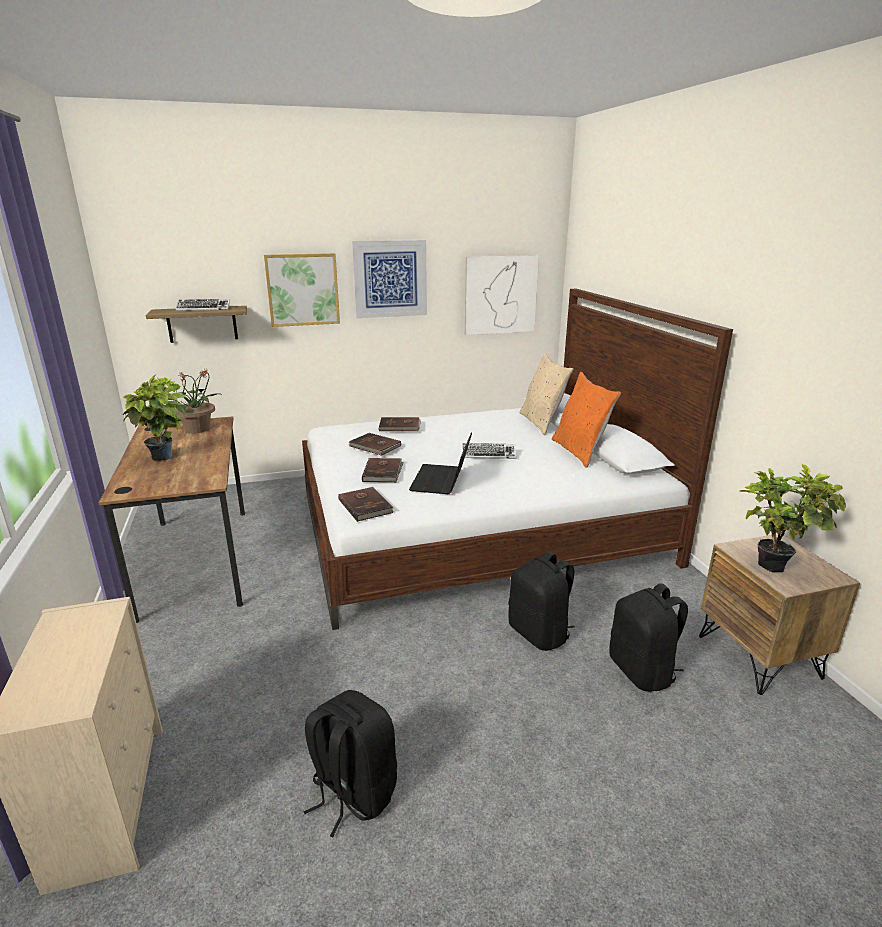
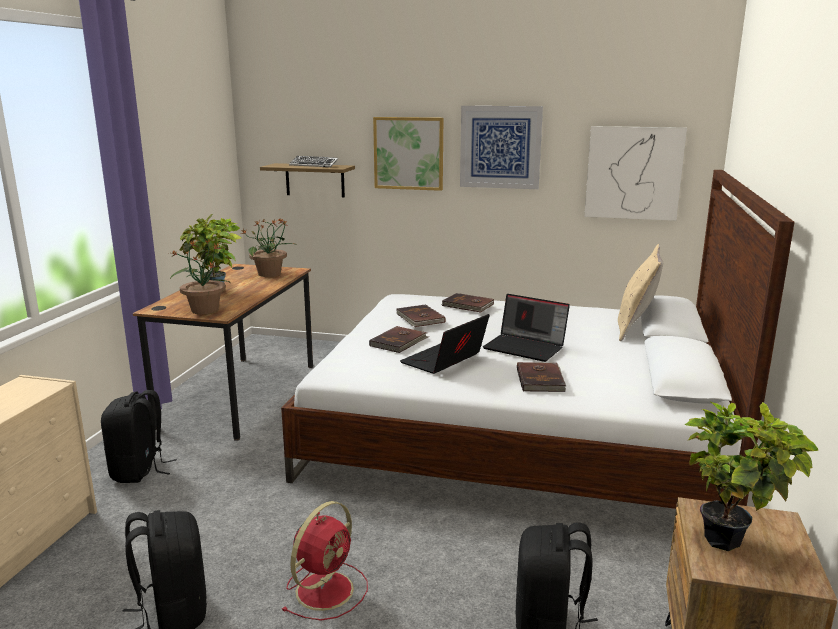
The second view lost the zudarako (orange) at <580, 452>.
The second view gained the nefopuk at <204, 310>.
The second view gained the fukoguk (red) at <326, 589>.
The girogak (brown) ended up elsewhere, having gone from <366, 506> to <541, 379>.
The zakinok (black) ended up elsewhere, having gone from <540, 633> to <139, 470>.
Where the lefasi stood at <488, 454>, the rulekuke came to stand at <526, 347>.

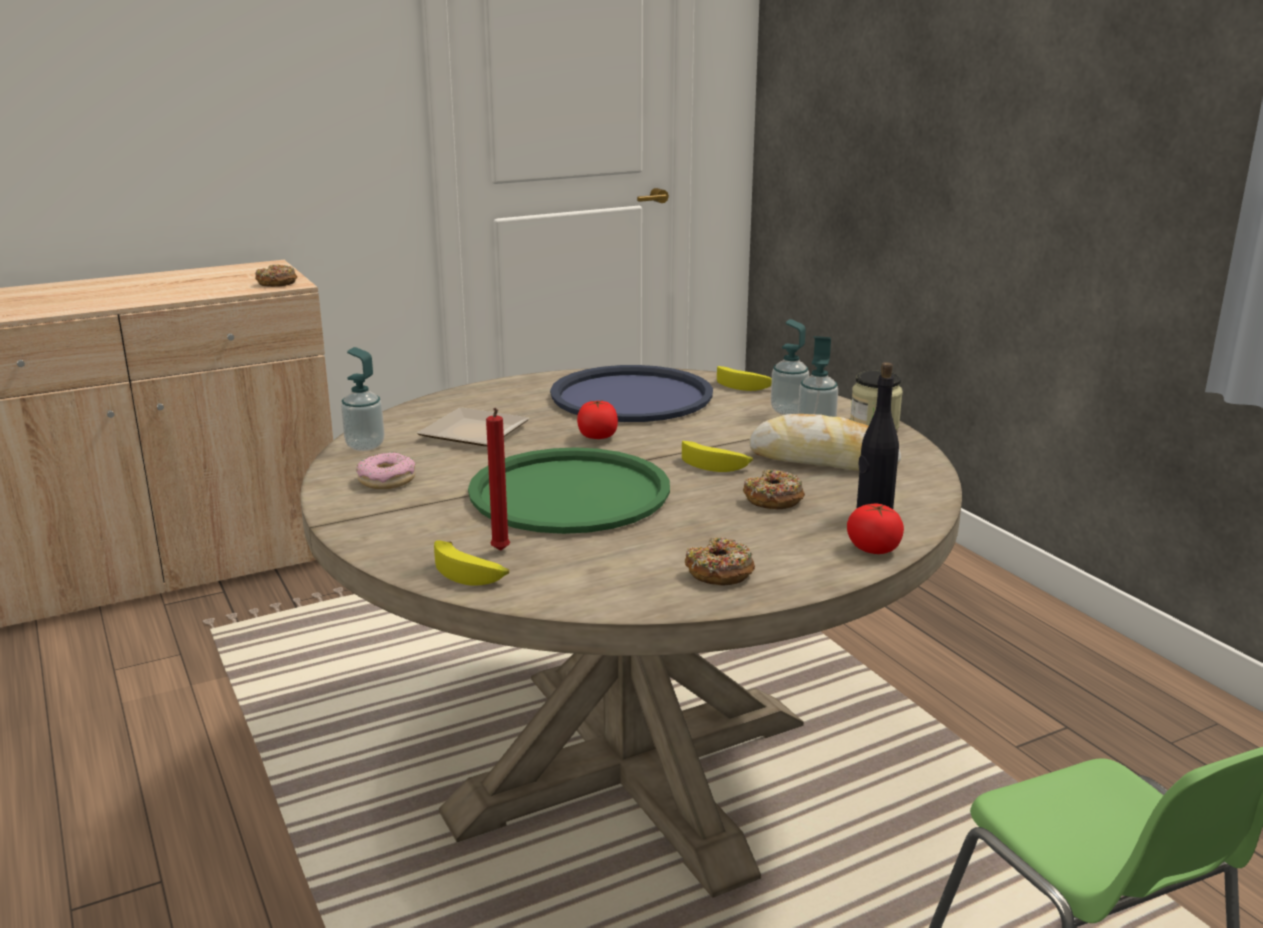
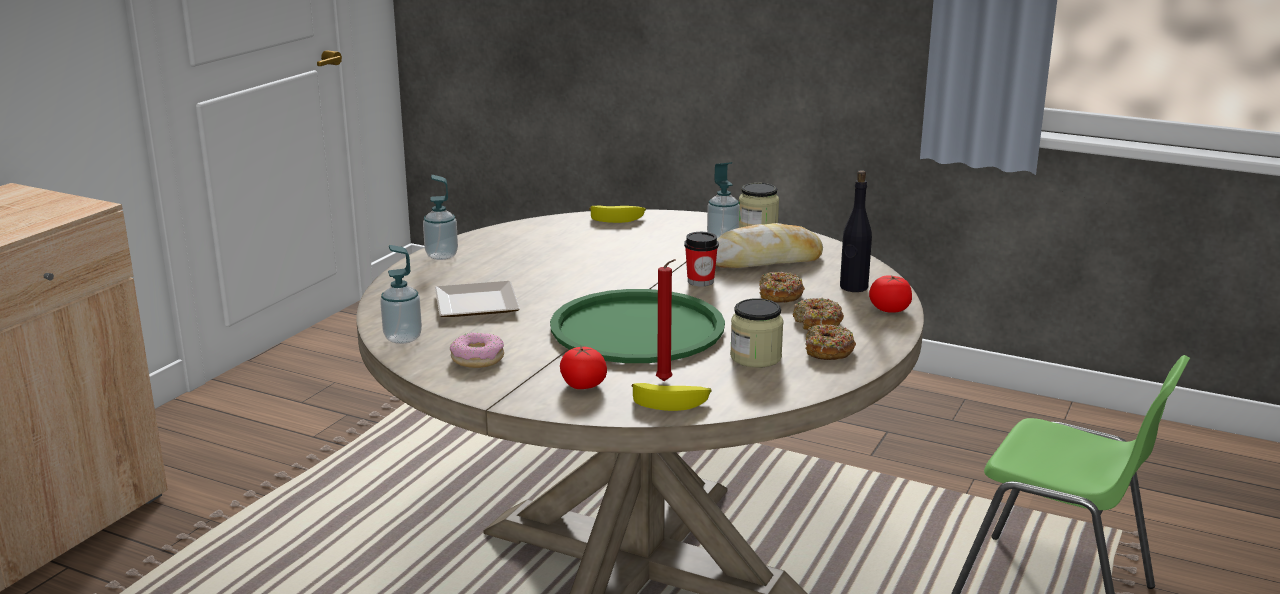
The second view lost the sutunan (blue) at <631, 396>.
The second view gained the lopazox at <755, 357>.
The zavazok ended up elsewhere, having gone from <277, 283> to <817, 323>.
The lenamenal ended up elsewhere, having gone from <597, 437> to <583, 385>.
The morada ended up elsewhere, having gone from <788, 411> to <441, 256>.
Where the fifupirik stood at <715, 464>, the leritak came to stand at <700, 281>.

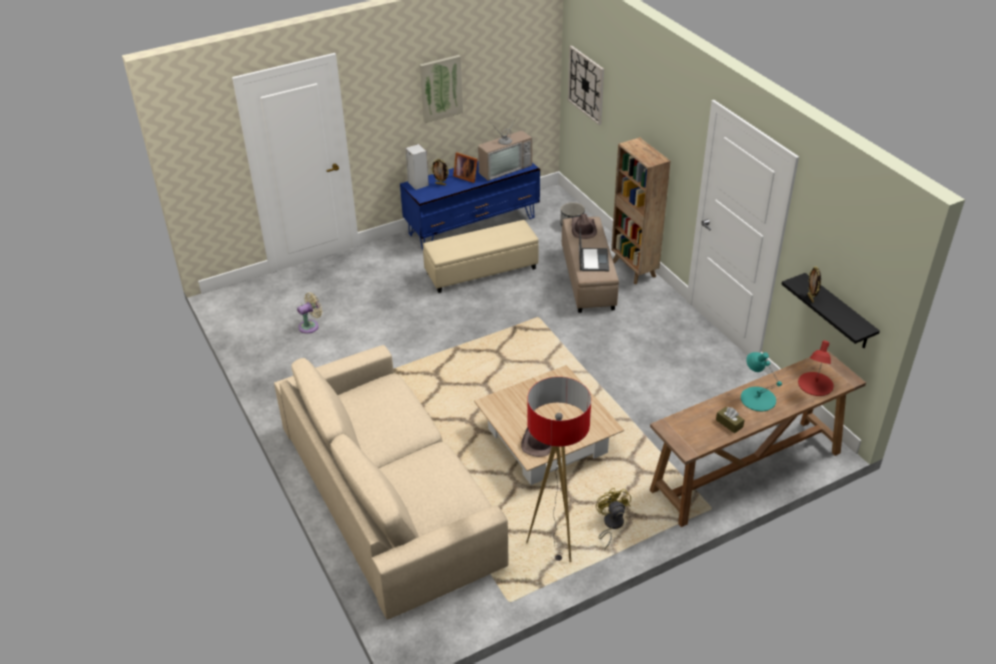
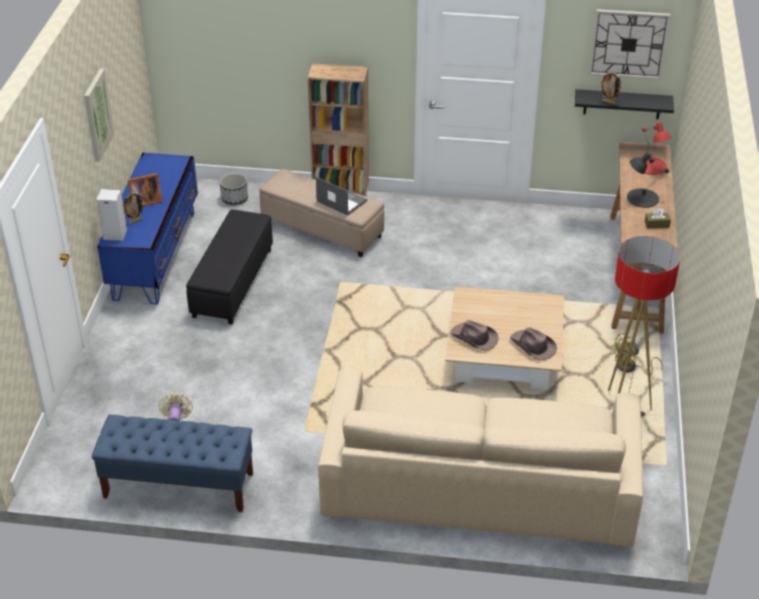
The second view lost the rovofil at <503, 167>.
The second view gained the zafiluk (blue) at <178, 485>.
The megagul ended up elsewhere, having gone from <586, 84> to <628, 44>.
The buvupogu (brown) ended up elsewhere, having gone from <583, 229> to <474, 338>.
What was the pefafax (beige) at <481, 270> turned into the pefafax (black) at <232, 282>.
What was the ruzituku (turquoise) at <758, 398> turned into the ruzituku (black) at <642, 198>.
The fukoguk (yellow) at <611, 525> ended up facing another way, 45 degrees counterclockwise from before.

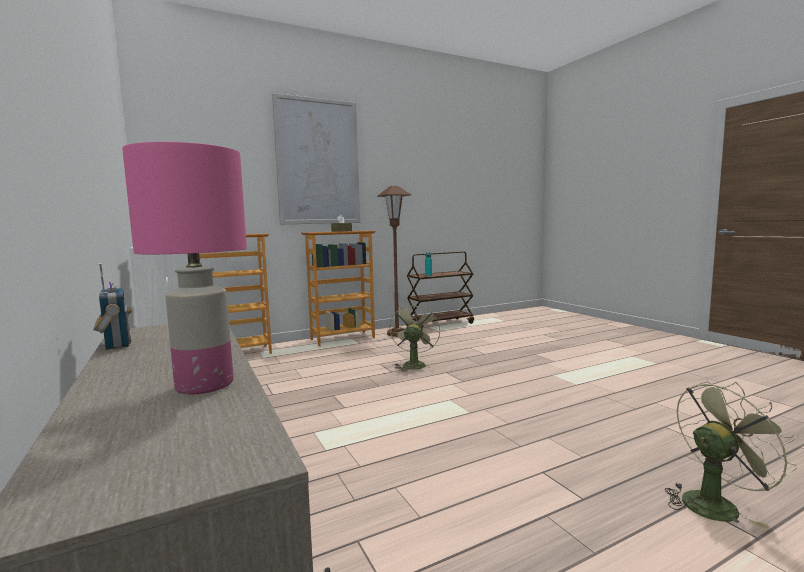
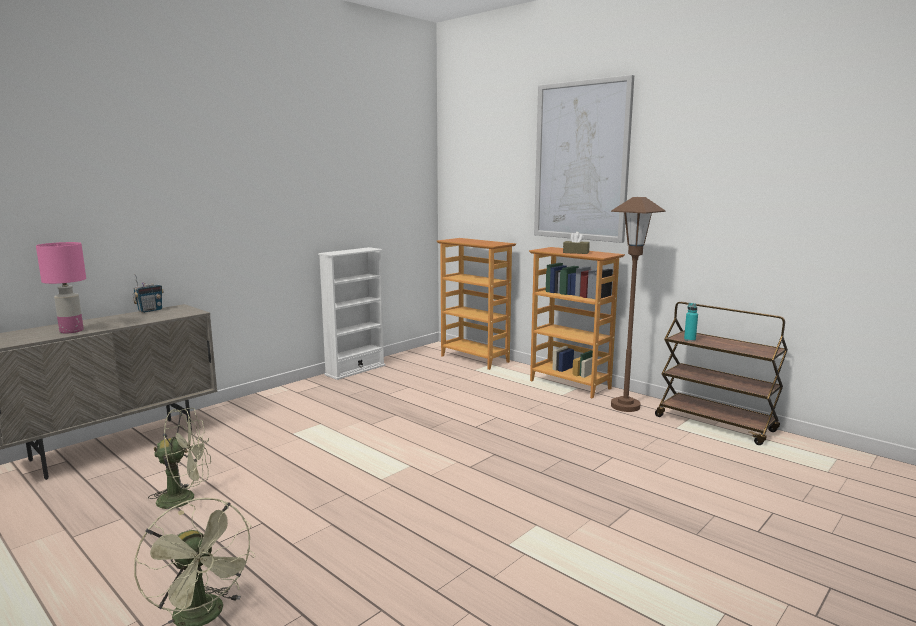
The fukoguk (green) ended up elsewhere, having gone from <413, 364> to <185, 498>.

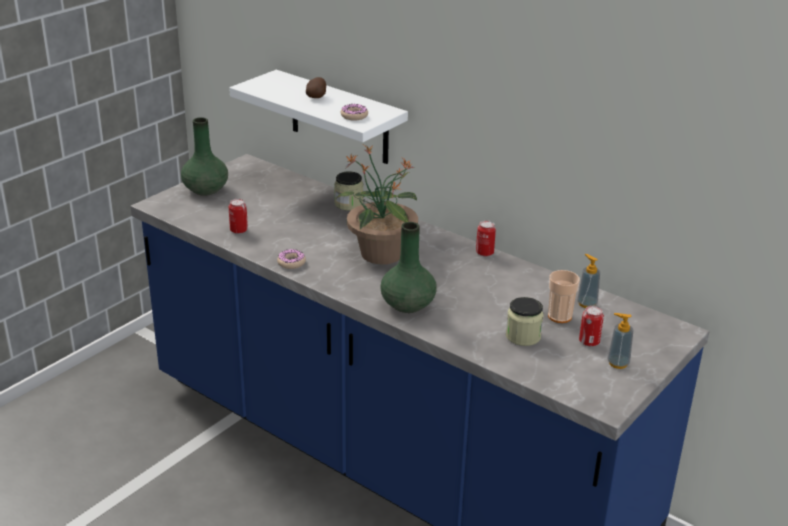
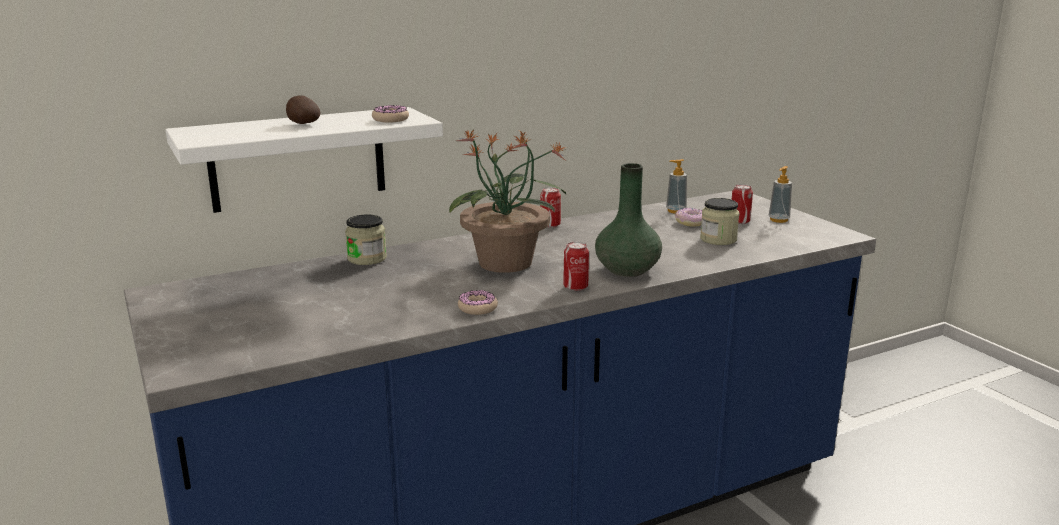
The second view lost the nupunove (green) at <205, 189>.
The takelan ended up elsewhere, having gone from <239, 230> to <575, 287>.
Where the leritak stood at <559, 316>, the zavazok came to stand at <691, 222>.

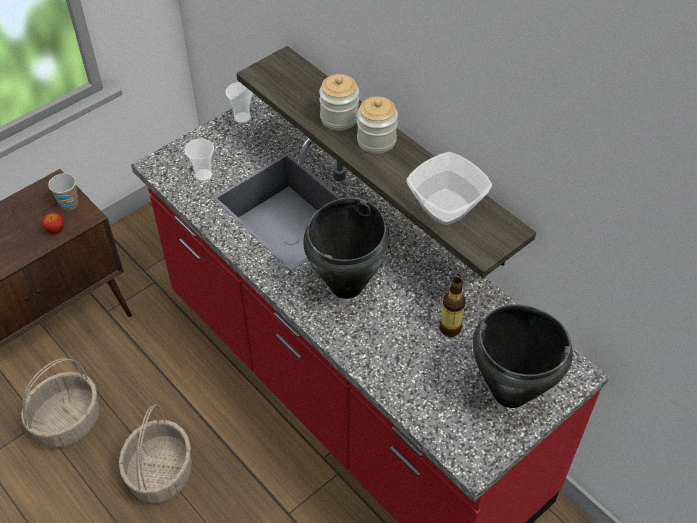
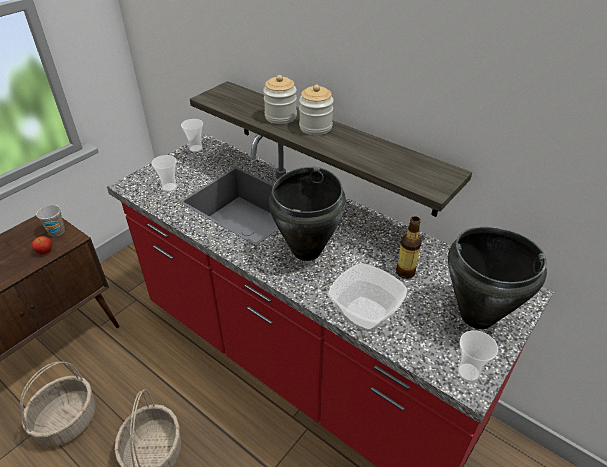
The second view gained the leritak at <468, 372>.
The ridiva ended up elsewhere, having gone from <444, 207> to <363, 314>.

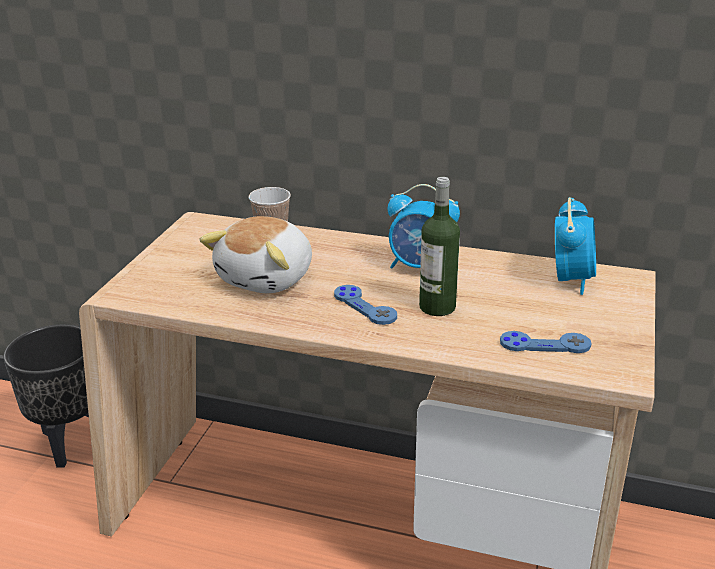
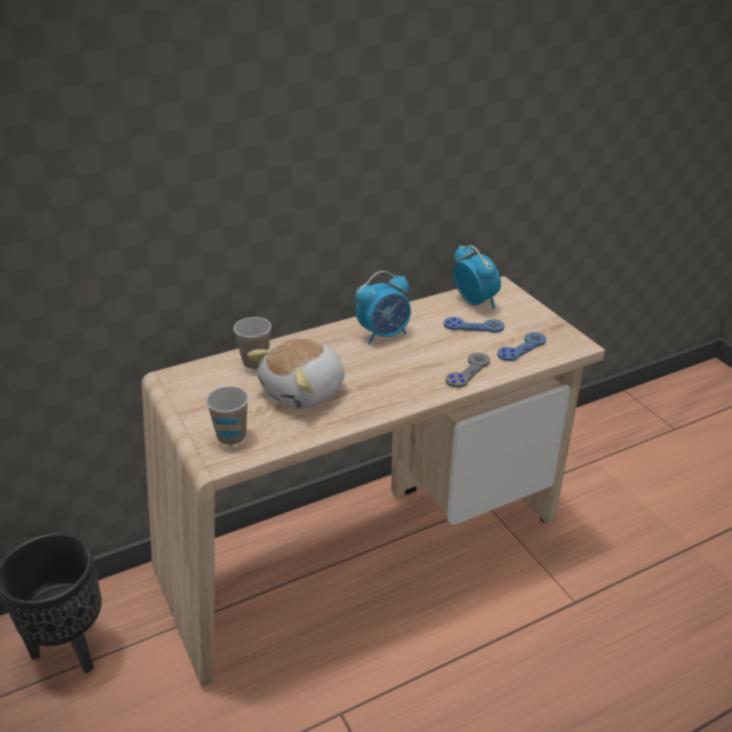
The second view lost the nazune at <437, 307>.
The second view gained the leritak at <231, 436>.
The second view gained the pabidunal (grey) at <468, 371>.
The pabidunal (blue) ended up elsewhere, having gone from <365, 306> to <473, 326>.
The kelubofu at <268, 278> ended up facing another way, 60 degrees clockwise from before.

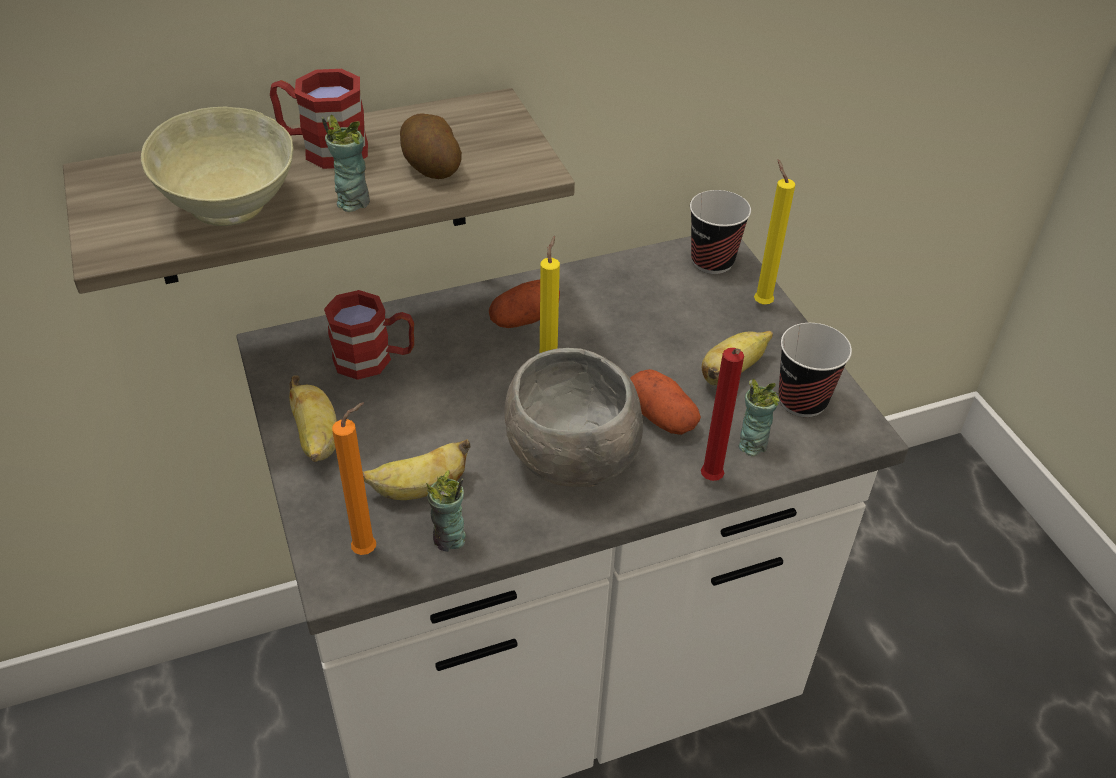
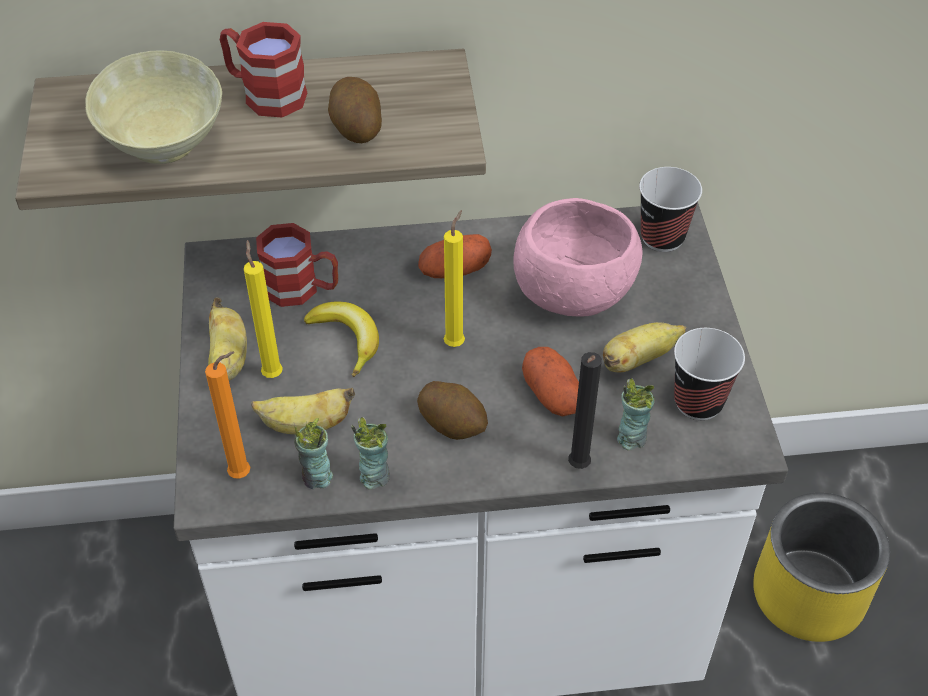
The second view gained the fifupirik at <347, 339>.
The second view gained the ridiva (pink) at <570, 294>.
The second view gained the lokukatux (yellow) at <807, 594>.
The leritak ended up elsewhere, having gone from <352, 201> to <374, 476>.
The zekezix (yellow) ended up elsewhere, having gone from <760, 302> to <272, 372>.
Where the ridiva (grey) stood at <572, 461>, the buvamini came to stand at <453, 423>.
What was the zekezix (red) at <711, 481> turned into the zekezix (black) at <577, 468>.

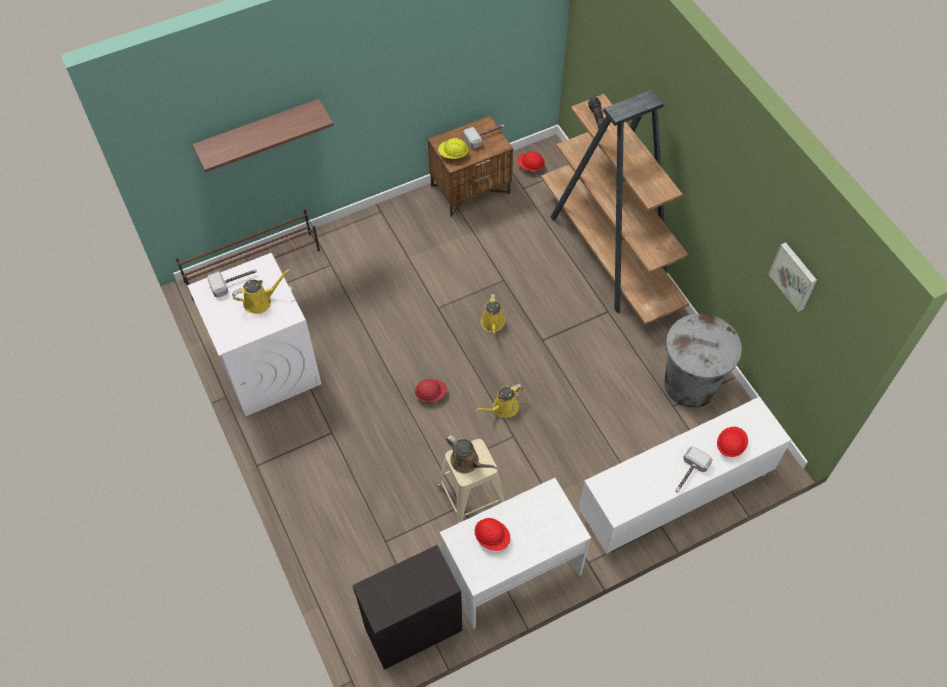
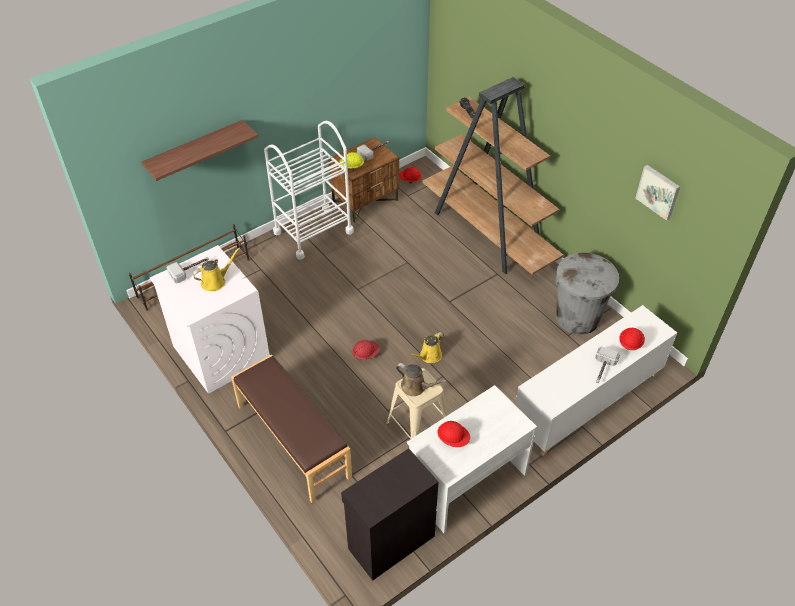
The second view lost the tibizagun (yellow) at <493, 324>.
The second view gained the zafiluk (brown) at <292, 441>.
The second view gained the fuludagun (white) at <313, 232>.

